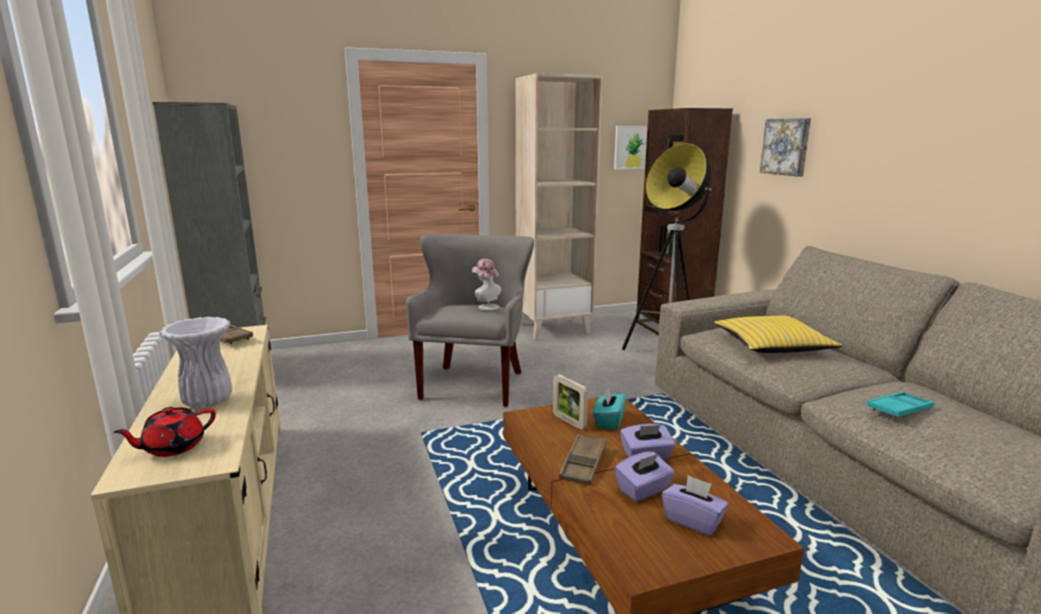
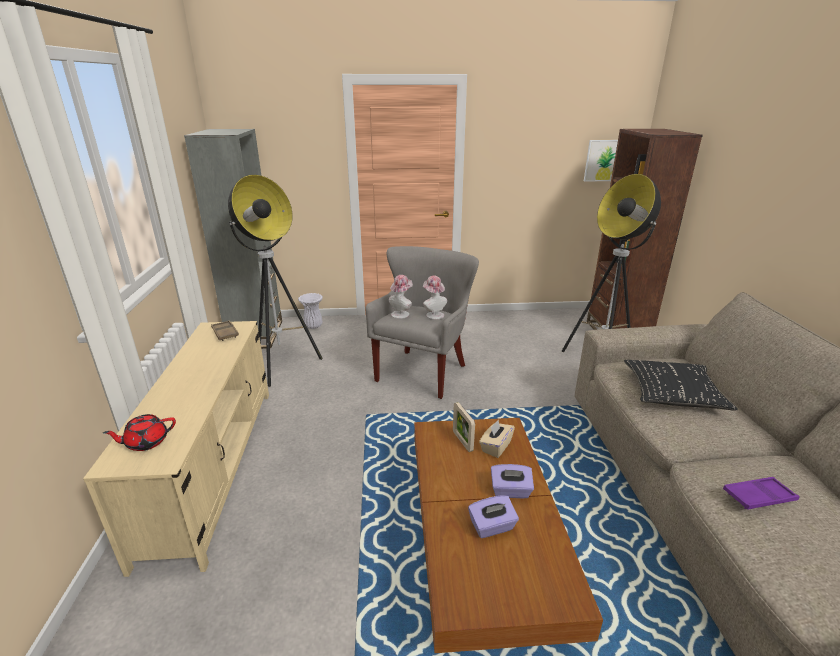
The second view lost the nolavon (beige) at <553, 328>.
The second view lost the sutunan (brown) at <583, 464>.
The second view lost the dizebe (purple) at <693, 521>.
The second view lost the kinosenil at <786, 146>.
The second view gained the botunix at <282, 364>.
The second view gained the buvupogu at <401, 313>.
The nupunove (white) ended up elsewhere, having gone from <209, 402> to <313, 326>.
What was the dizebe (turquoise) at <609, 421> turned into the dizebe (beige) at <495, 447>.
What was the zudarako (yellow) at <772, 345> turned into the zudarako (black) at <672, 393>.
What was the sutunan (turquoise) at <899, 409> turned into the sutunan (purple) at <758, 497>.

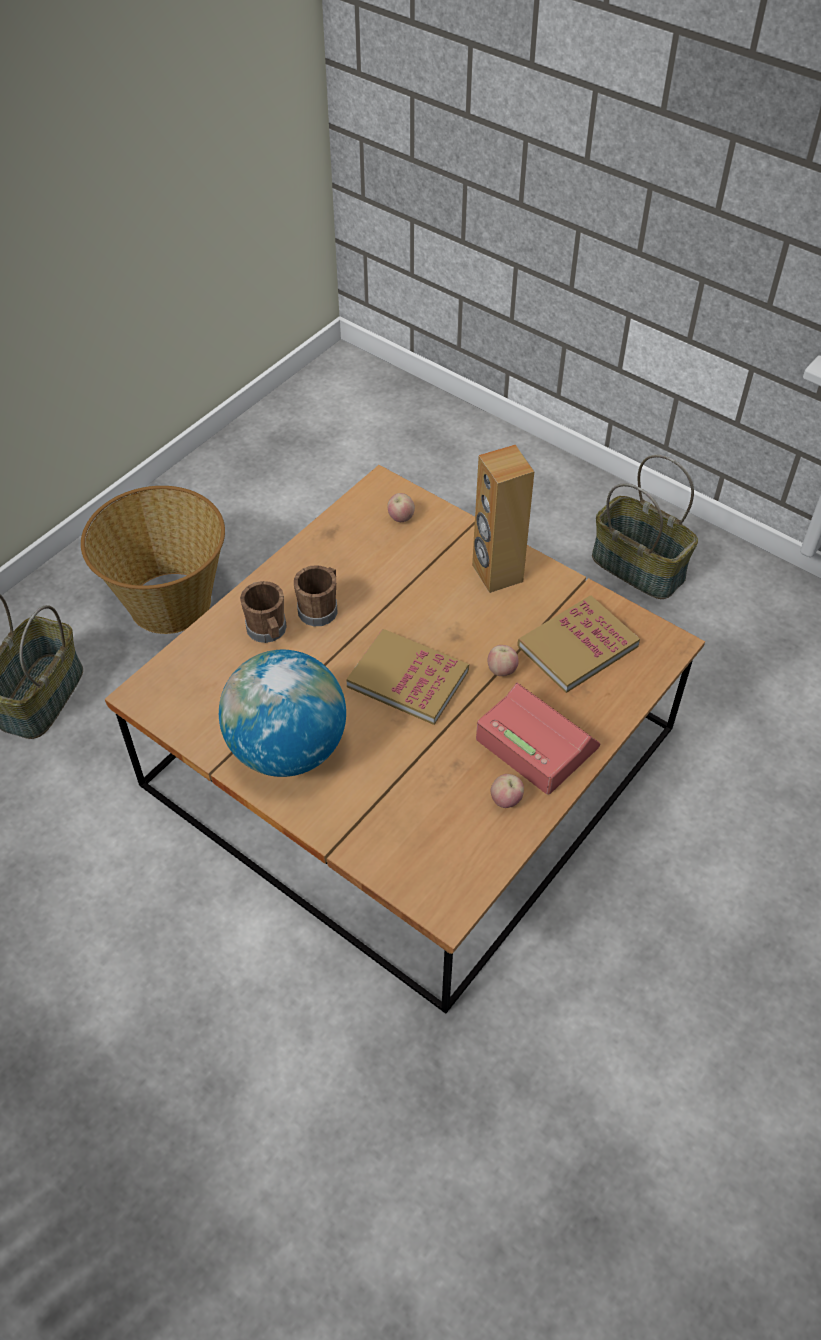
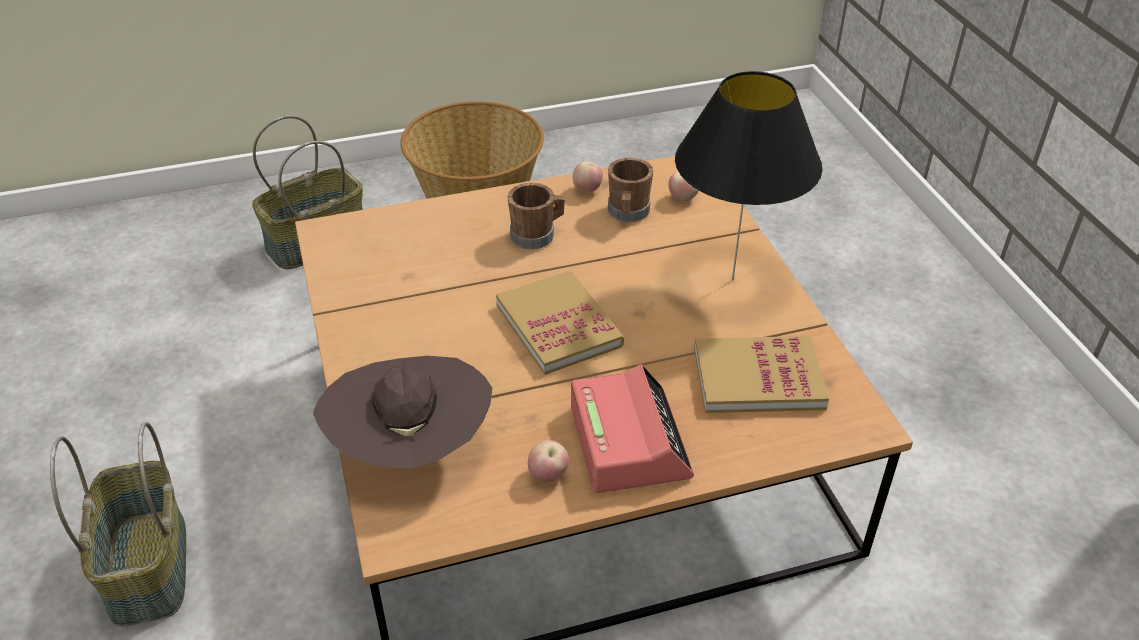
The second view lost the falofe at <287, 749>.
The second view gained the buvupogu (brown) at <411, 449>.
The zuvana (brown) ended up elsewhere, having gone from <268, 631> to <628, 213>.
The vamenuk ended up elsewhere, having gone from <501, 670> to <587, 190>.
The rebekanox ended up elsewhere, having gone from <639, 567> to <150, 567>.
Where the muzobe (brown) stood at <496, 573>, the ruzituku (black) came to stand at <733, 279>.

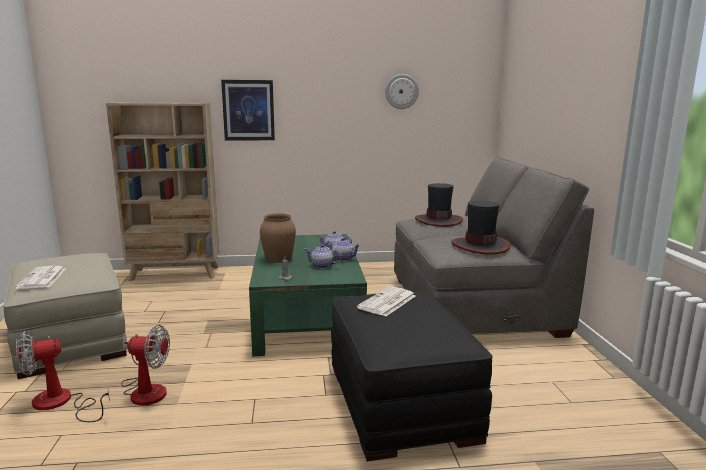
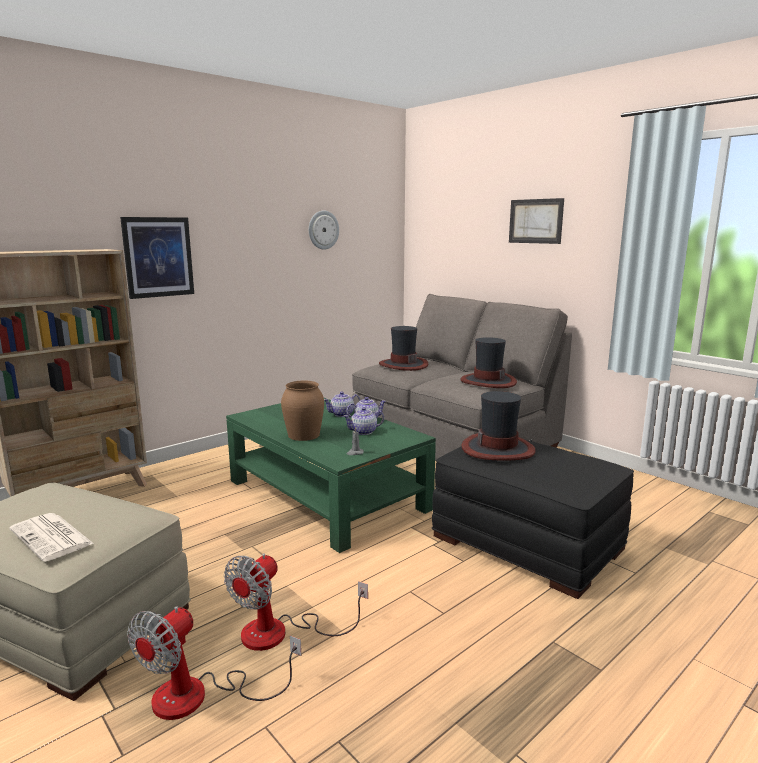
The second view gained the kinosenil at <535, 221>.
Where the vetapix stood at <387, 302>, the buvupogu came to stand at <498, 449>.
The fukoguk at <145, 389> ended up facing another way, 150 degrees clockwise from before.

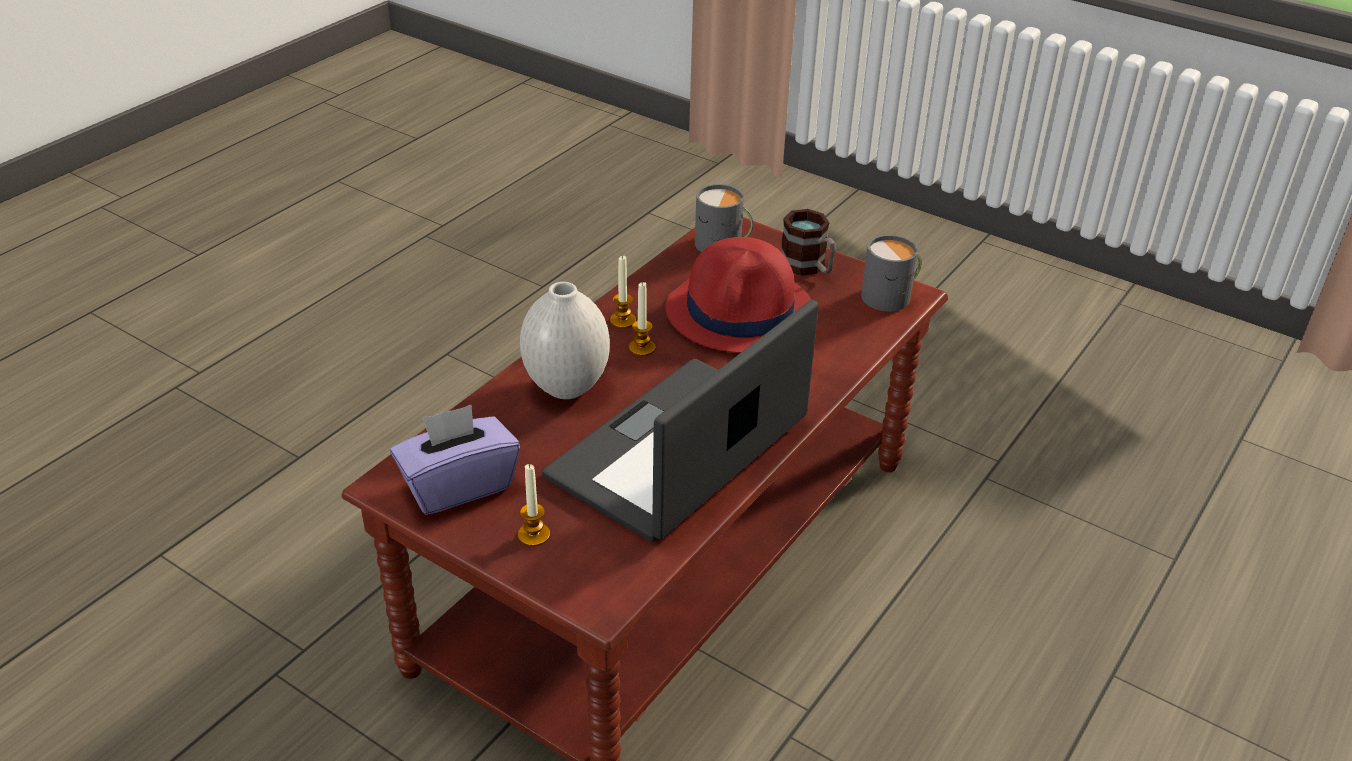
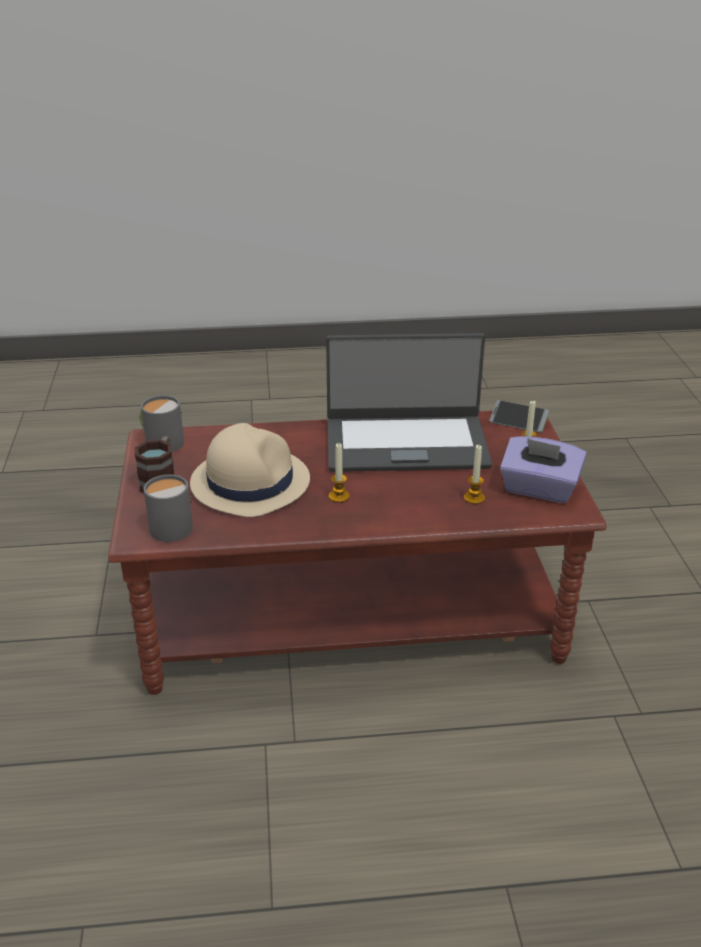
The second view lost the nupunove (white) at <566, 388>.
The second view gained the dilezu at <518, 421>.
The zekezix ended up elsewhere, having gone from <622, 321> to <474, 498>.
What was the buvupogu (red) at <741, 312> turned into the buvupogu (beige) at <250, 481>.

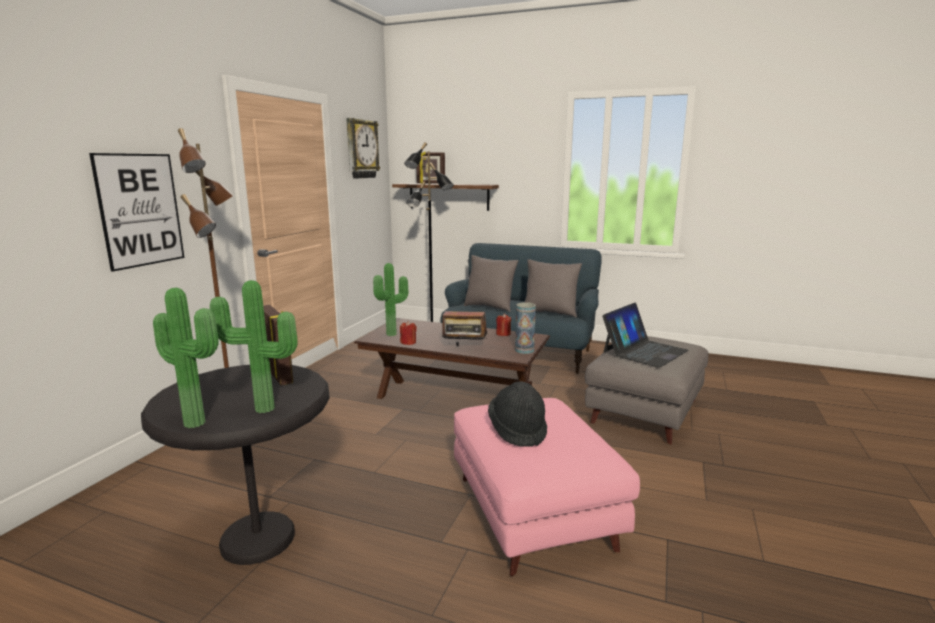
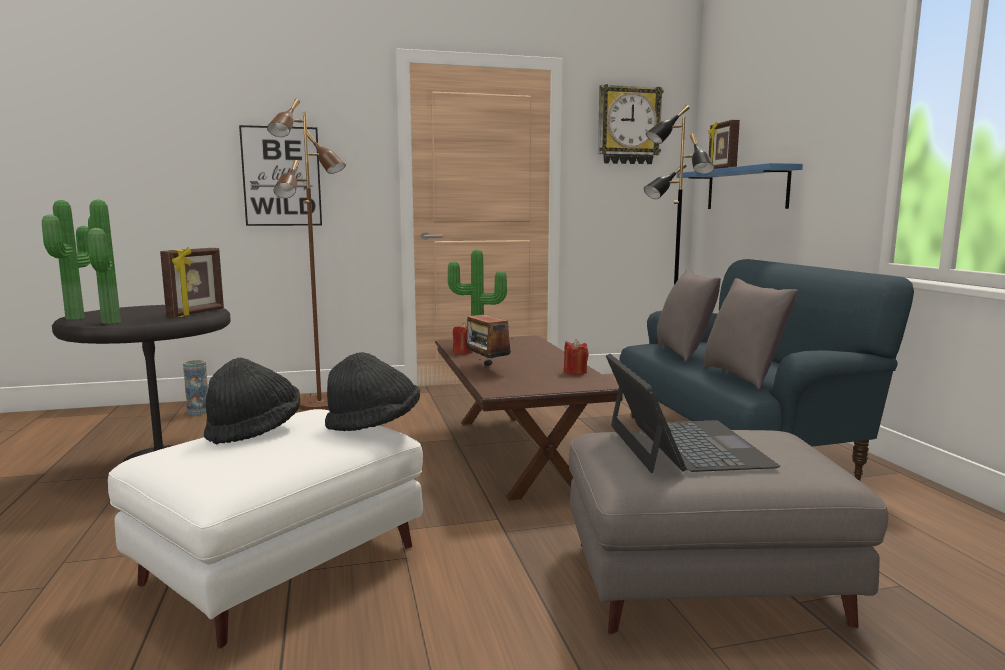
The second view gained the buvupogu (black) at <374, 424>.
The nupunove ended up elsewhere, having gone from <524, 350> to <198, 412>.
What was the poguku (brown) at <448, 196> turned into the poguku (blue) at <746, 189>.
What was the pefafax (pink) at <532, 513> turned into the pefafax (white) at <281, 565>.
The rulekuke at <644, 351> ended up facing another way, 105 degrees counterclockwise from before.

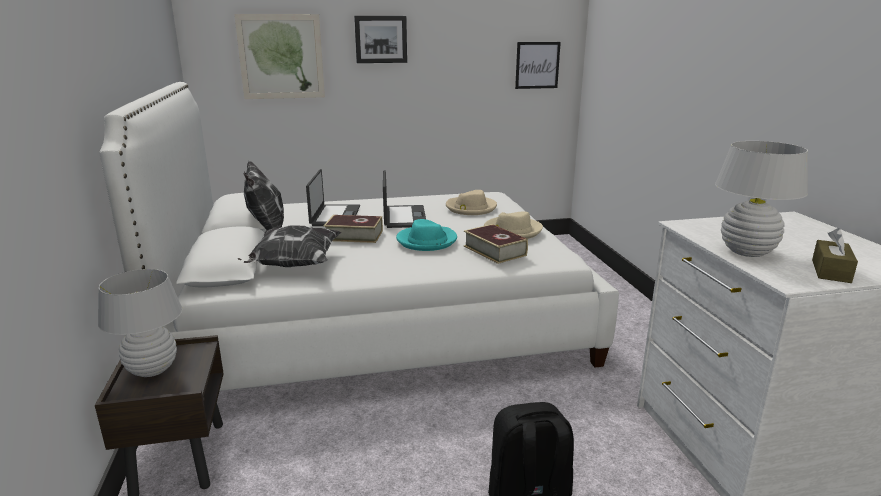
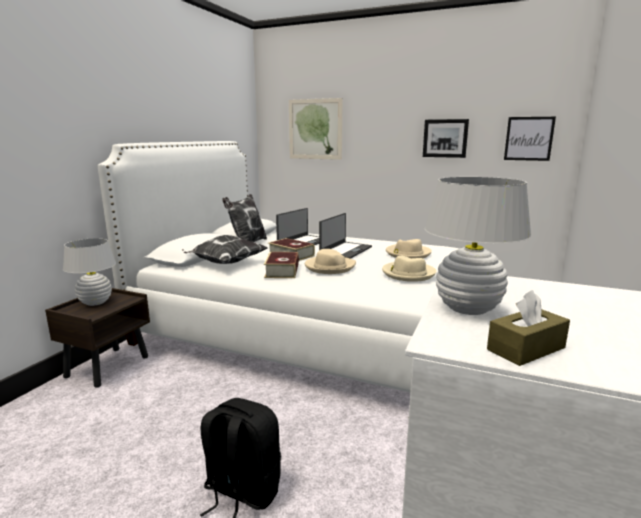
The kinosenil ended up elsewhere, having gone from <381, 39> to <445, 138>.
The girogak ended up elsewhere, having gone from <494, 251> to <282, 271>.
What was the buvupogu (turquoise) at <426, 241> turned into the buvupogu (beige) at <329, 267>.

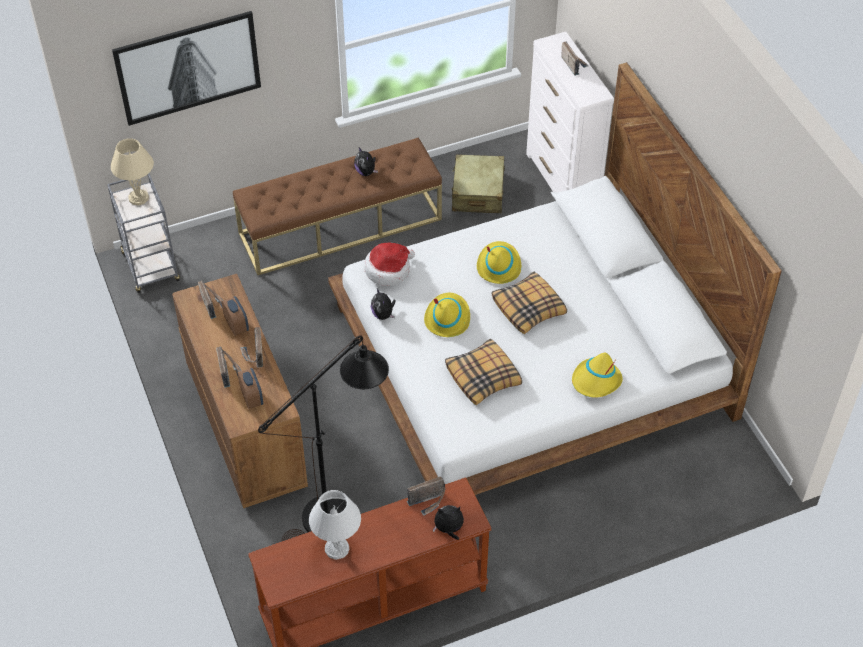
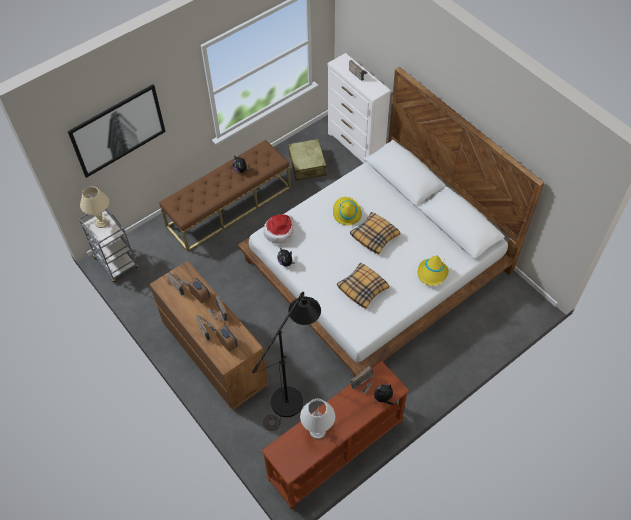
The second view lost the buvupogu (yellow) at <447, 318>.

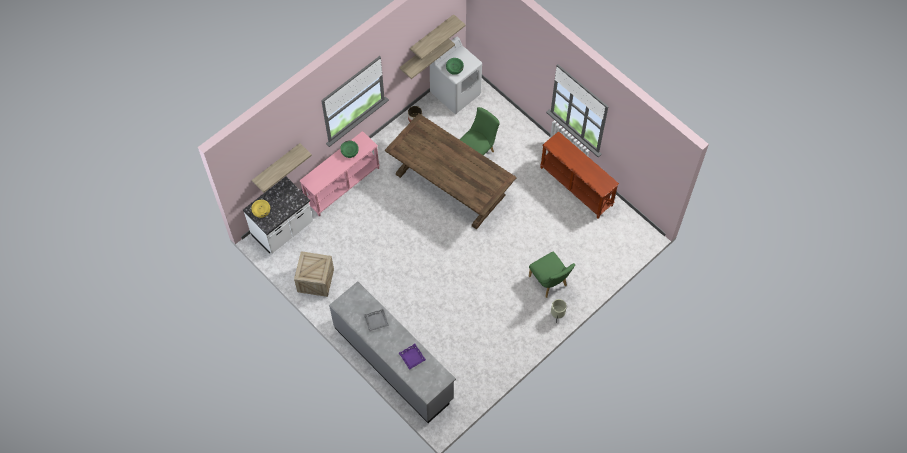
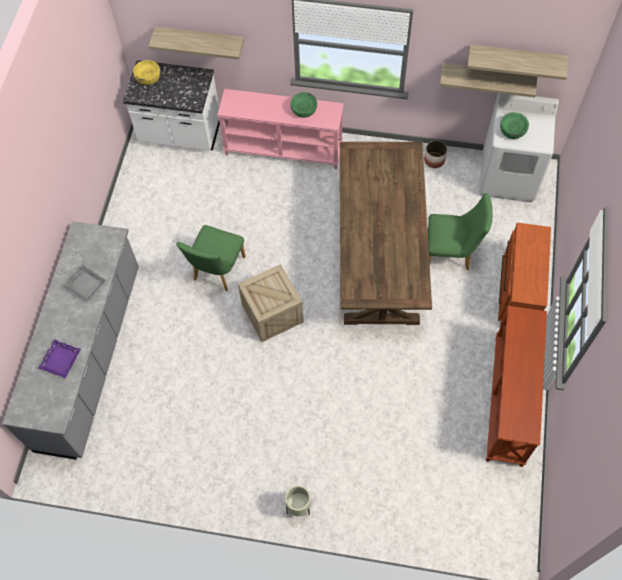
The second view gained the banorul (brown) at <516, 292>.
The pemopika ended up elsewhere, having gone from <315, 280> to <272, 313>.
The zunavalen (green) ended up elsewhere, having gone from <549, 283> to <217, 271>.

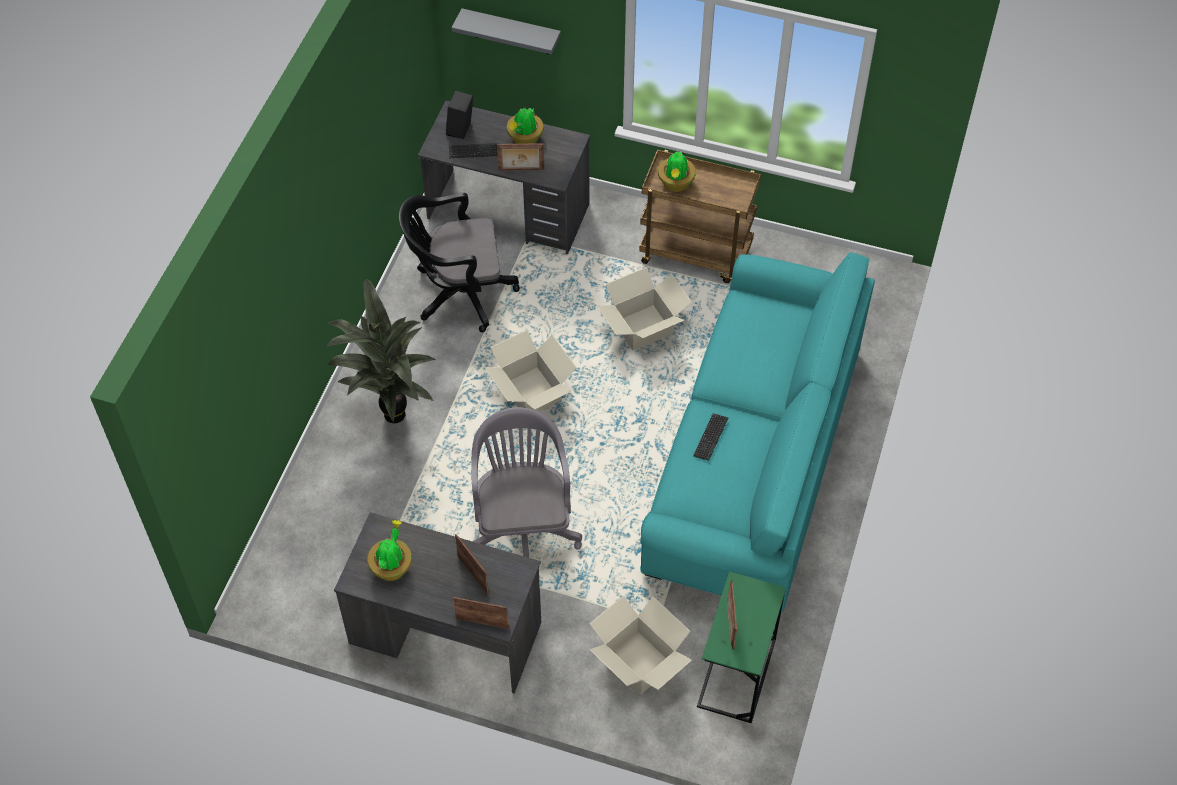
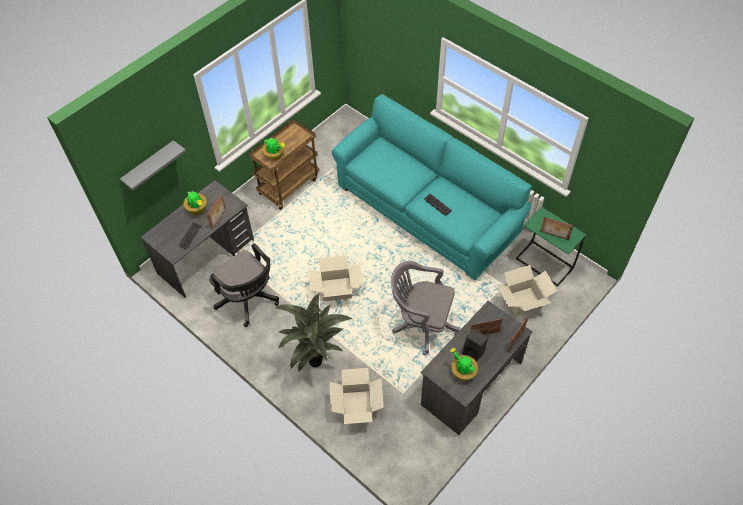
The muzobe (black) ended up elsewhere, having gone from <461, 130> to <474, 352>.
The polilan ended up elsewhere, having gone from <642, 327> to <356, 406>.
The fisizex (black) at <459, 294> ended up facing another way, 60 degrees counterclockwise from before.

